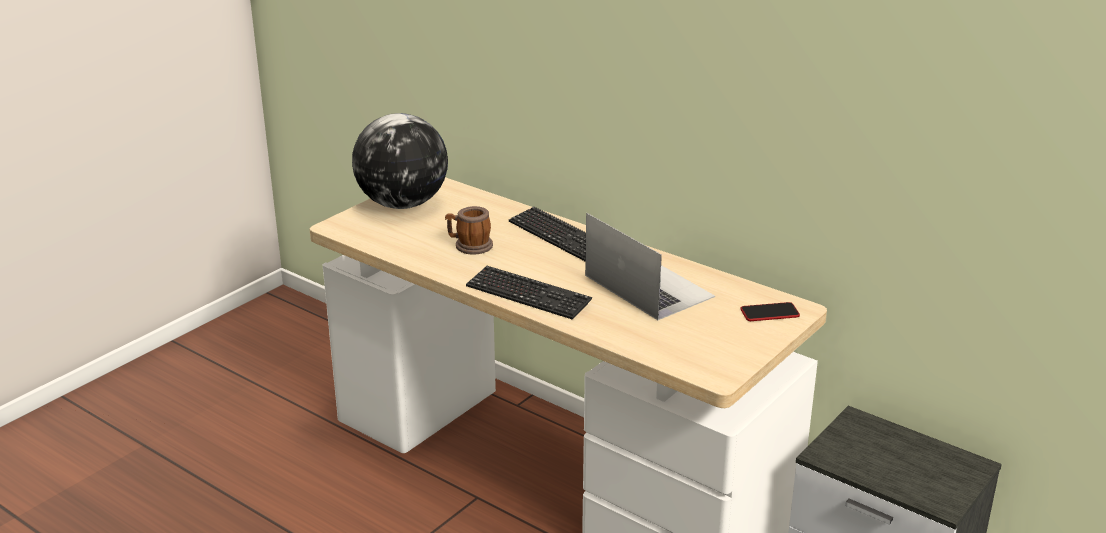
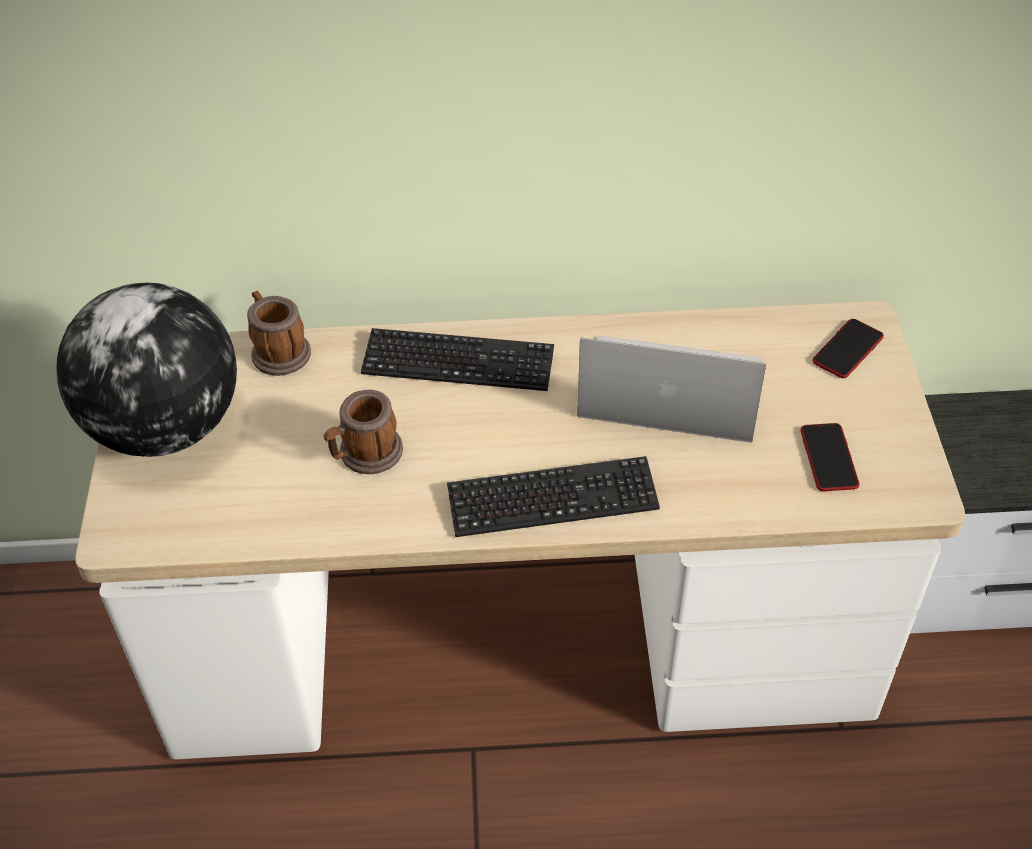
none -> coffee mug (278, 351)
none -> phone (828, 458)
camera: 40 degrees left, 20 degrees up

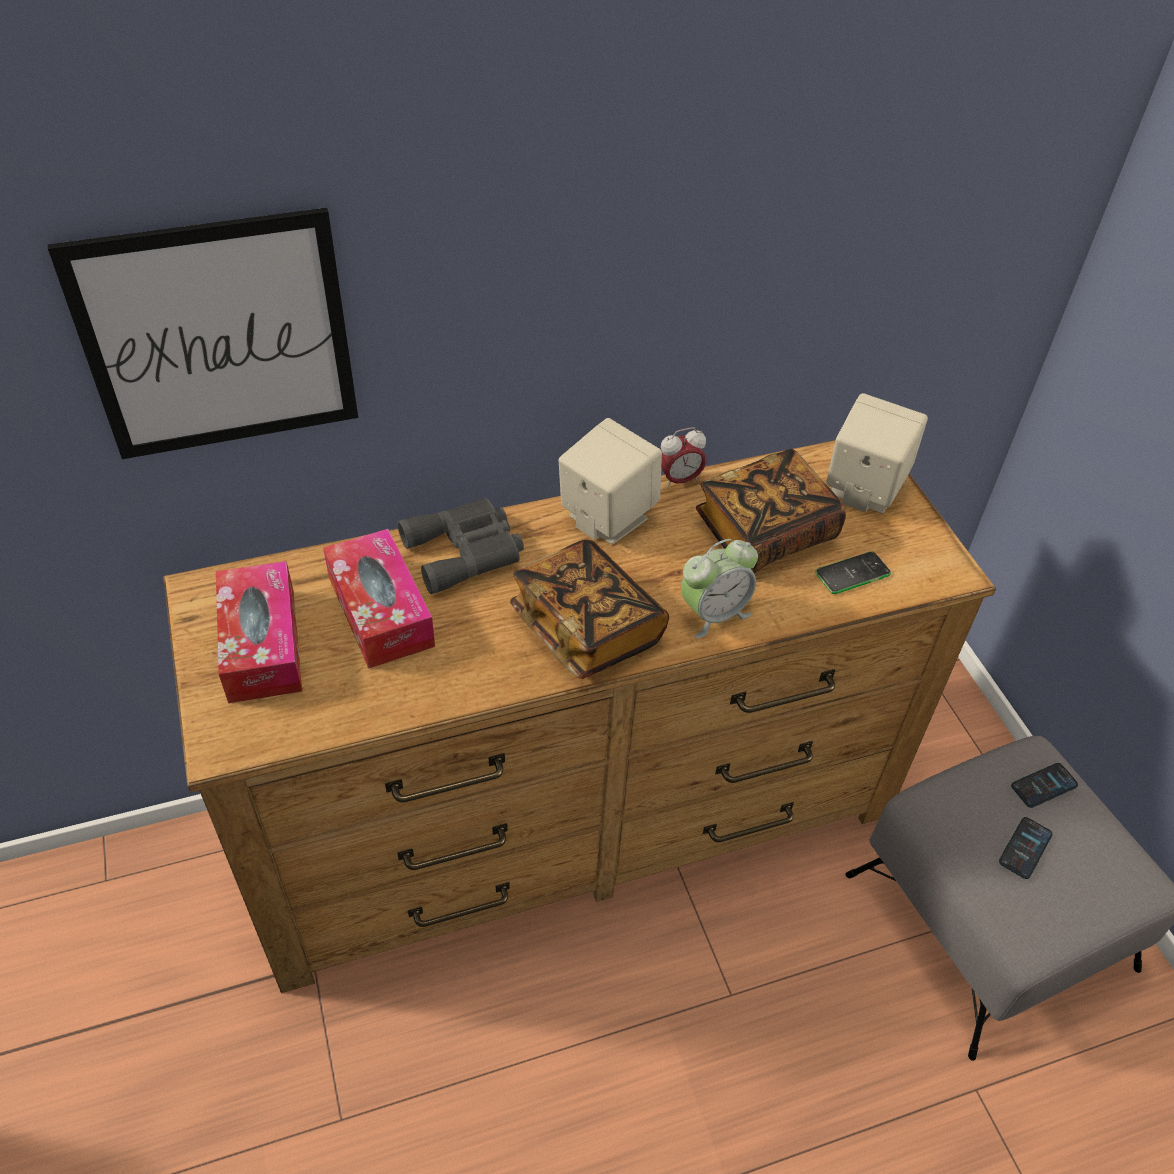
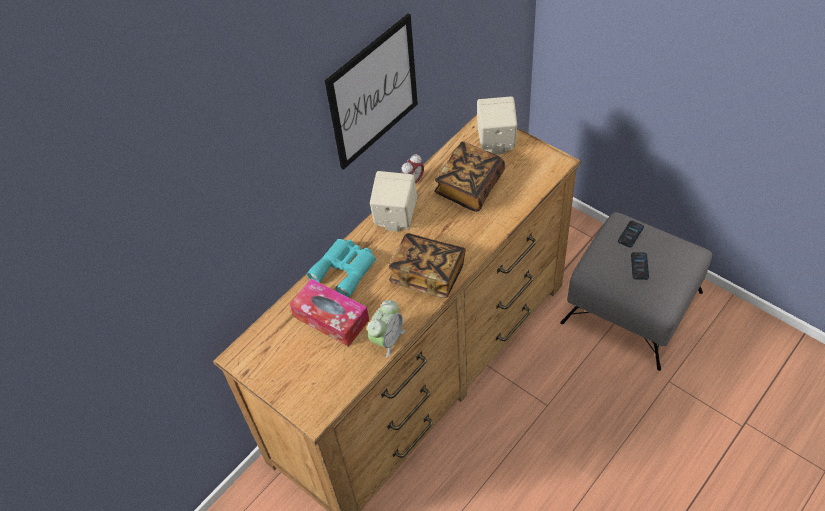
picture (218, 337) -> picture (373, 92), relocated
gray binoculars (467, 551) -> blue-green binoculars (345, 268)
alarm clock (713, 614) -> alarm clock (387, 339), relocated
phone (852, 573) -> none
tissue box (262, 644) -> none
camera: 25 degrees left, 5 degrees up

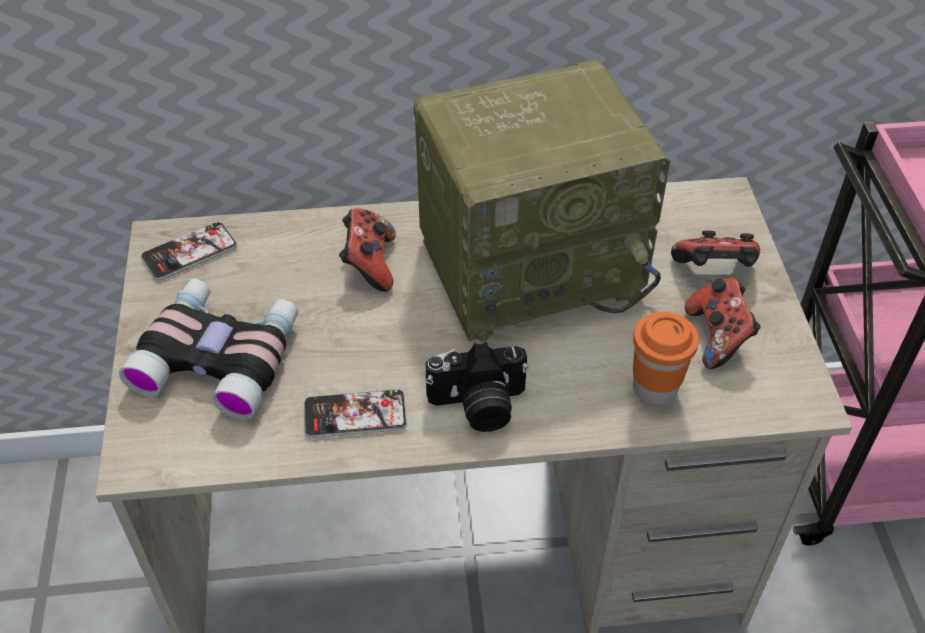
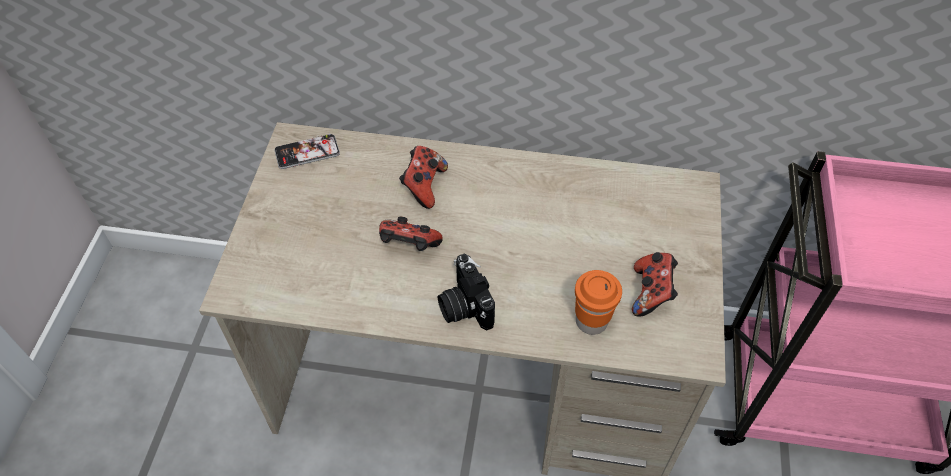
radio set (532, 264) -> none
joypad (714, 271) -> joypad (409, 247), relocated
binoculars (220, 356) -> none
photo camera (478, 406) -> photo camera (464, 306), 60 degrees clockwise
phone (355, 415) -> none
camera: 15 degrees right, 5 degrees up

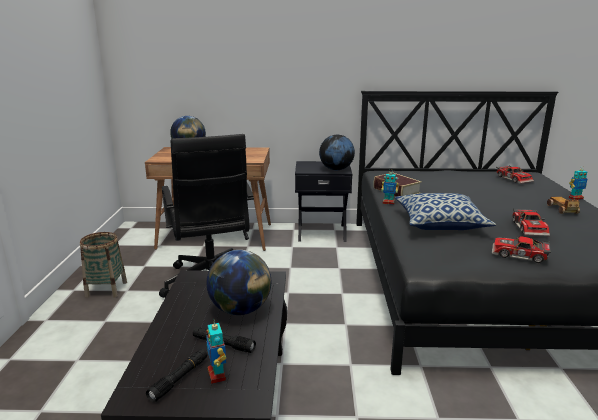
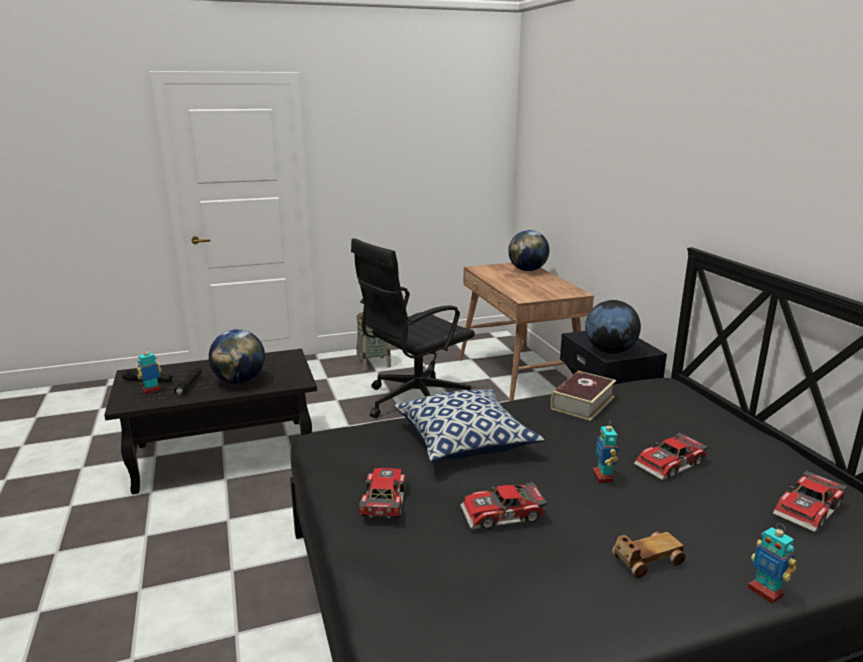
robot figure (388, 202) -> robot figure (603, 477), relocated
none -> model car (671, 465)
camera: 70 degrees right, 0 degrees up

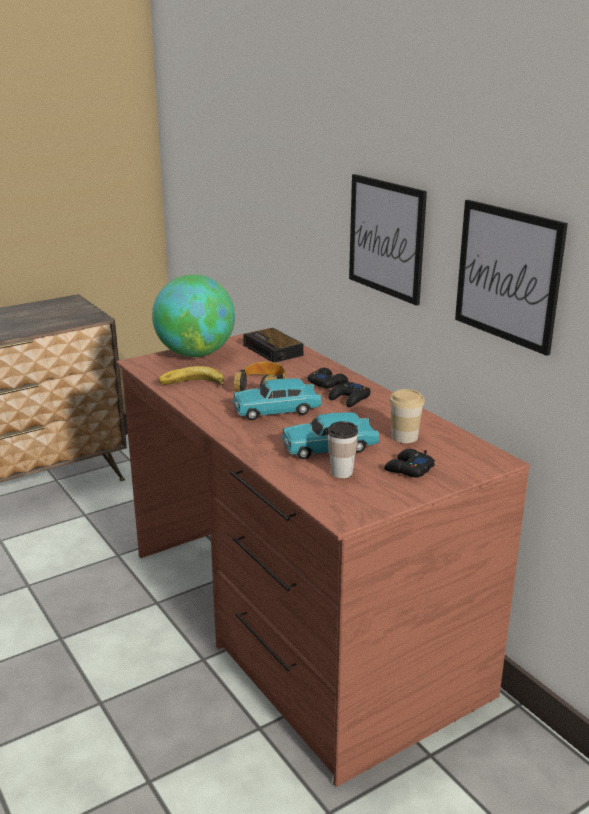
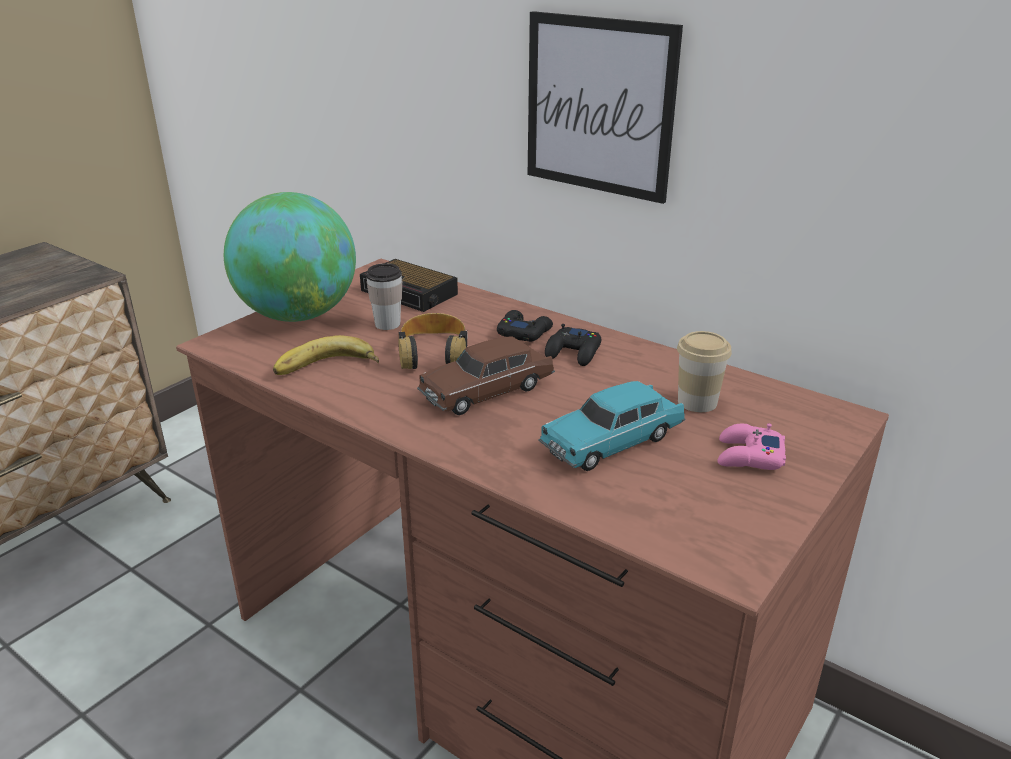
picture (508, 275) -> none
blue-green model car (277, 411) -> brown model car (487, 392)
cup (341, 472) -> cup (387, 324), relocated
blackish joypad (408, 469) -> pinkish joypad (749, 456)
camera: 20 degrees left, 5 degrees up

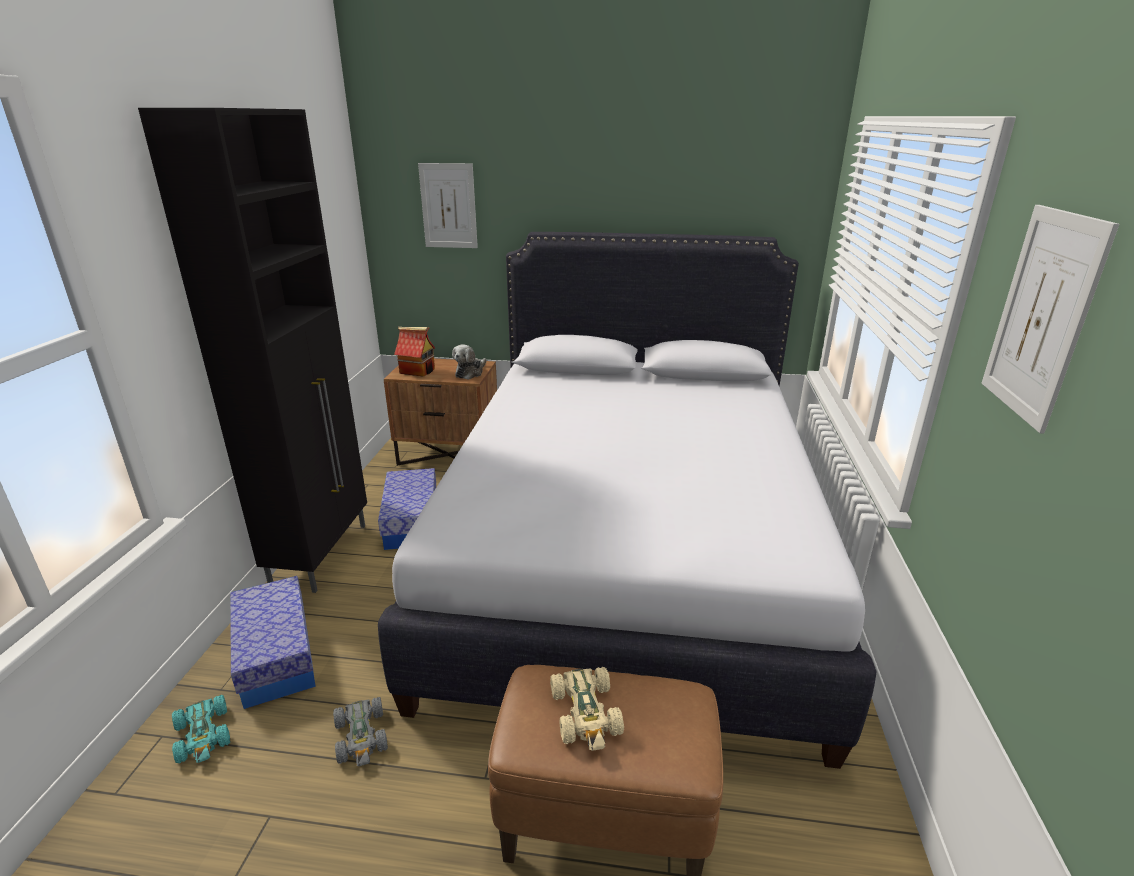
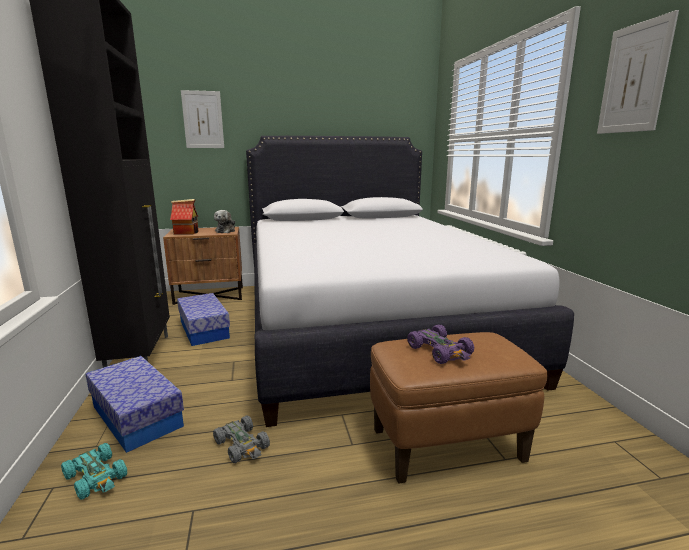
beige-coloured model car (586, 713) -> purplish model car (440, 351)
camera: 20 degrees left, 10 degrees down

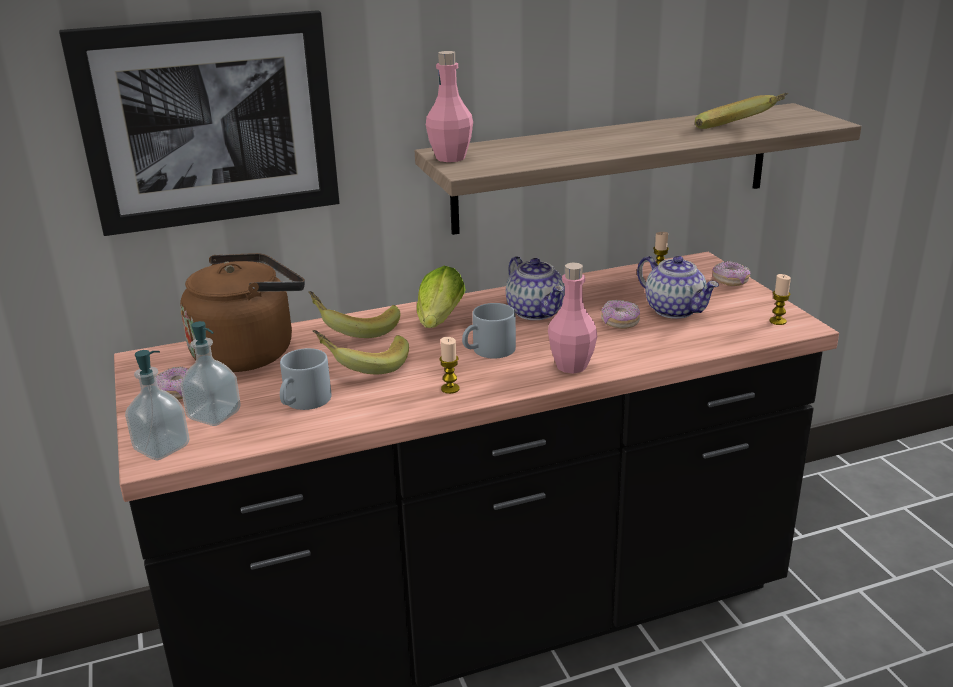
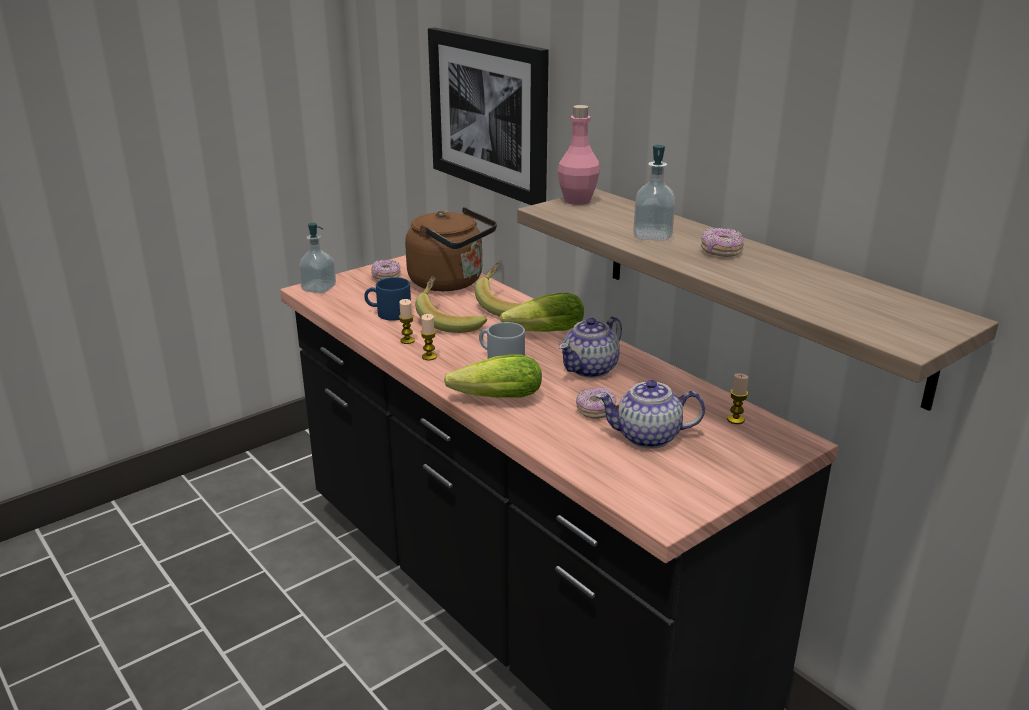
banana (740, 131) -> none
tea pot (675, 310) -> tea pot (647, 437), 60 degrees clockwise
doughnut (730, 281) -> doughnut (721, 252), relocated
pinkish drink bottle (571, 366) -> lettuce (492, 398)
wax candle (777, 321) -> wax candle (407, 340), relocated
soap bottle (214, 415) -> soap bottle (652, 235), relocated
gray coffee mug (304, 402) -> blue-coloured coffee mug (388, 313)
camera: 70 degrees right, 0 degrees up

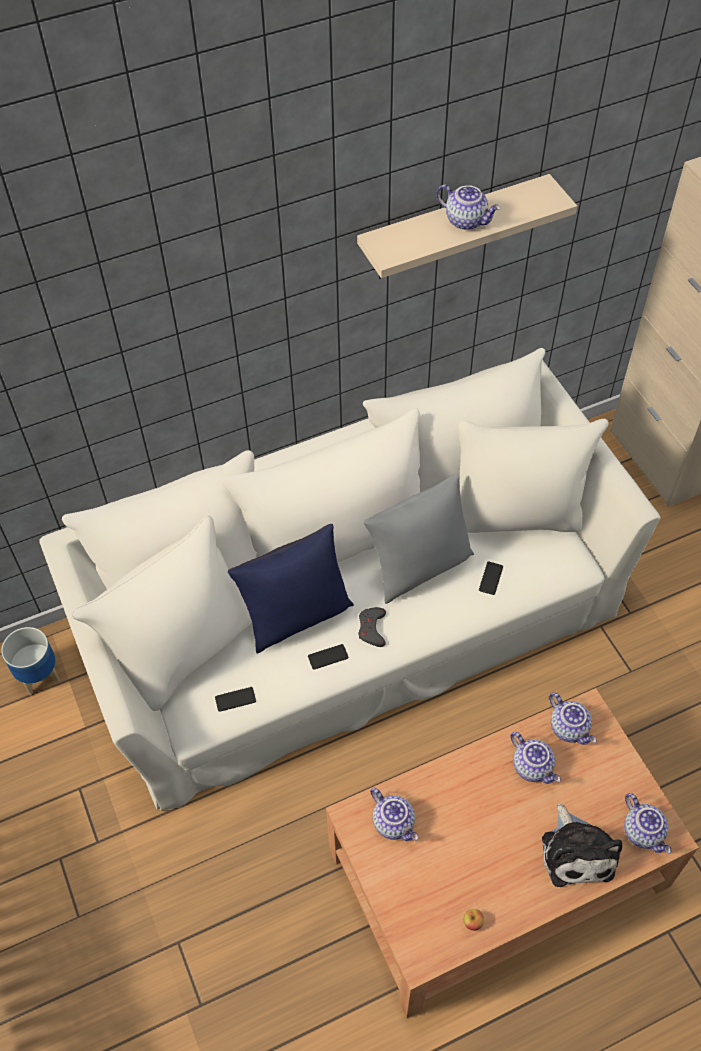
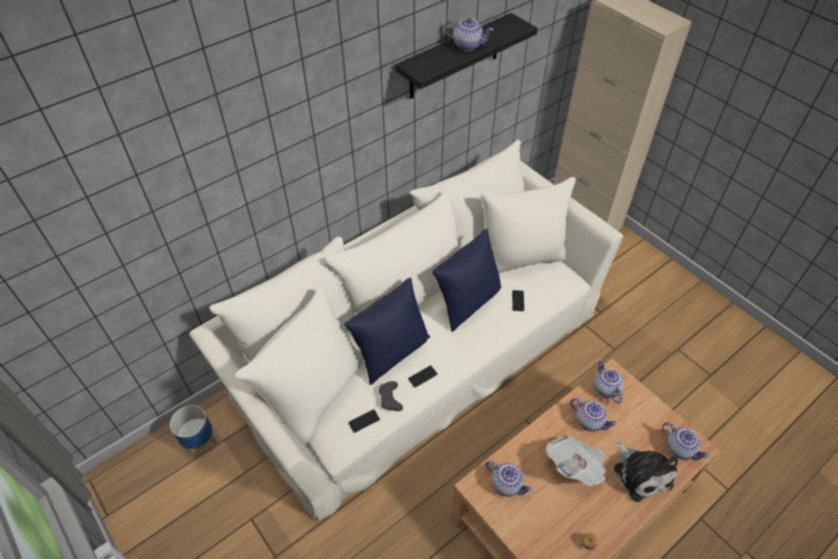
beige-coloured wall shelf (453, 229) -> blackish wall shelf (454, 57)
gray pillow (419, 567) -> blue-coloured pillow (467, 303)
gray joypad (372, 629) -> gray joypad (390, 398), relocated
tea pot (570, 728) -> tea pot (605, 388), 150 degrees counterclockwise
none -> printed paper (576, 466)
camera: 15 degrees left, 5 degrees down

